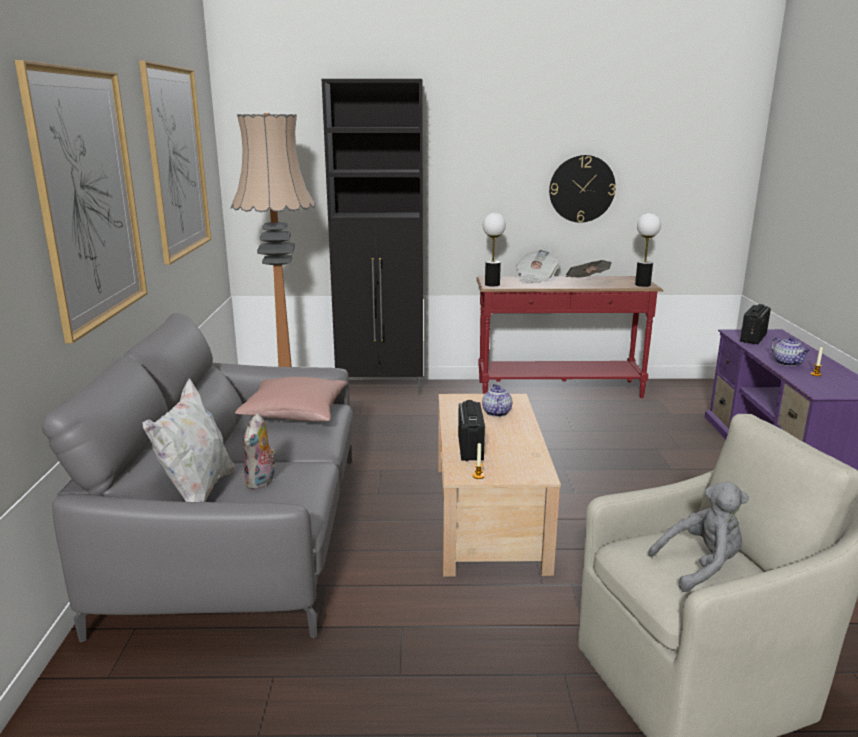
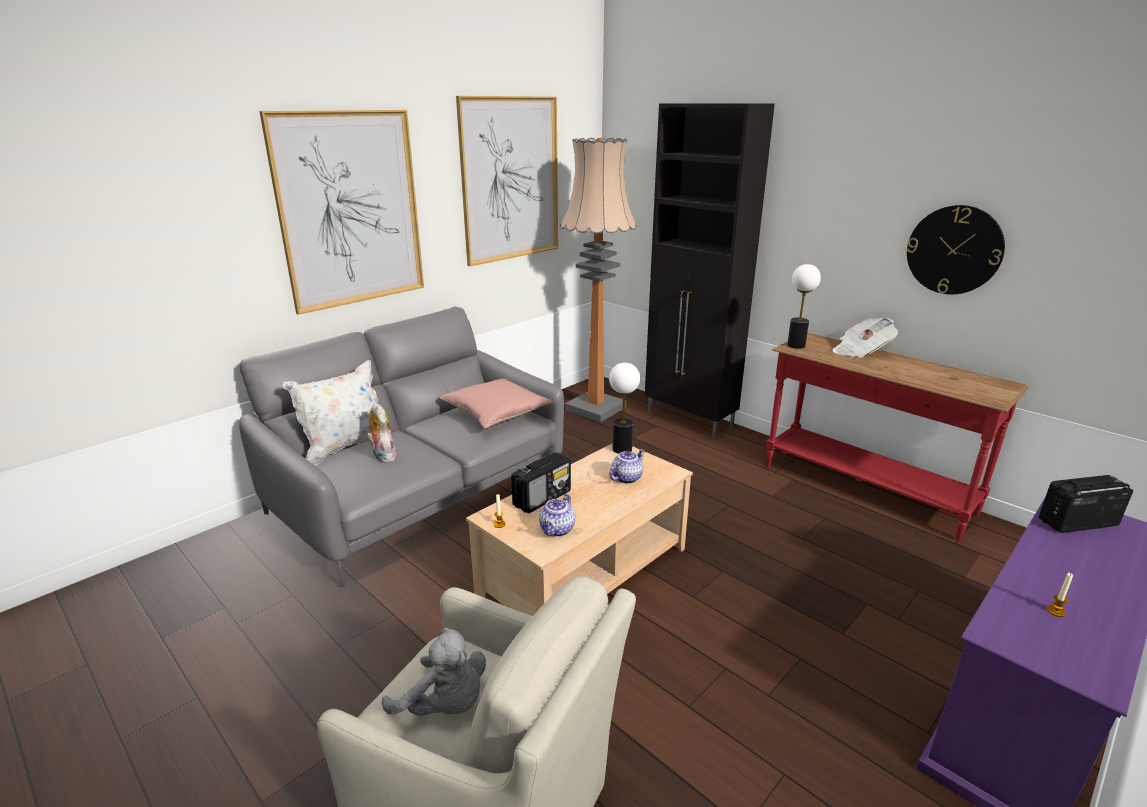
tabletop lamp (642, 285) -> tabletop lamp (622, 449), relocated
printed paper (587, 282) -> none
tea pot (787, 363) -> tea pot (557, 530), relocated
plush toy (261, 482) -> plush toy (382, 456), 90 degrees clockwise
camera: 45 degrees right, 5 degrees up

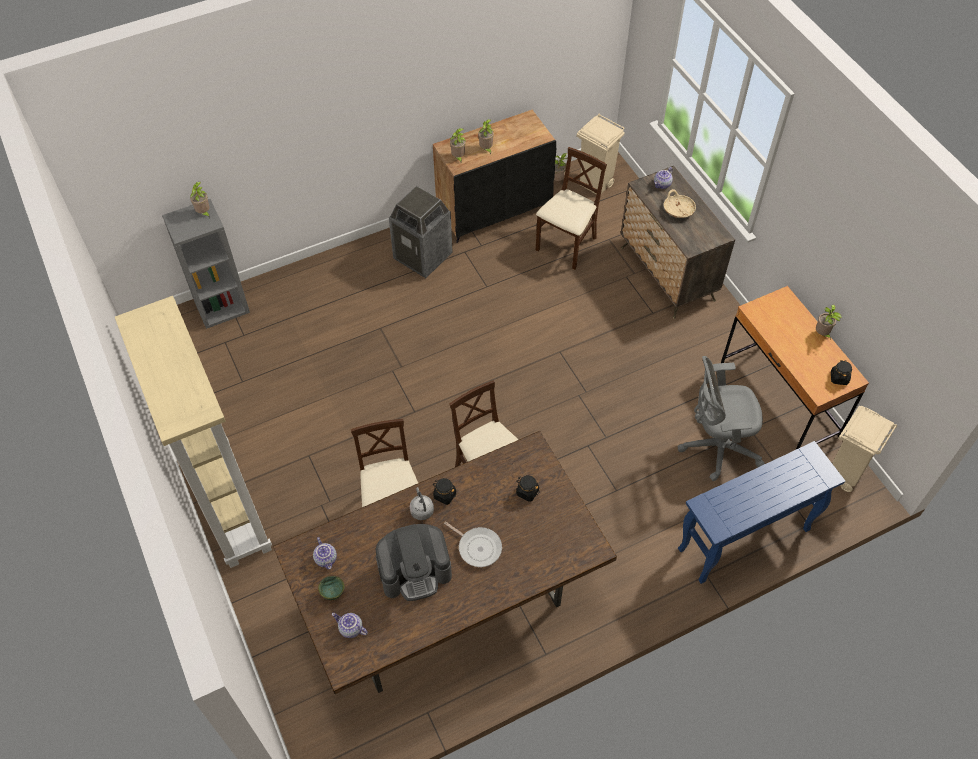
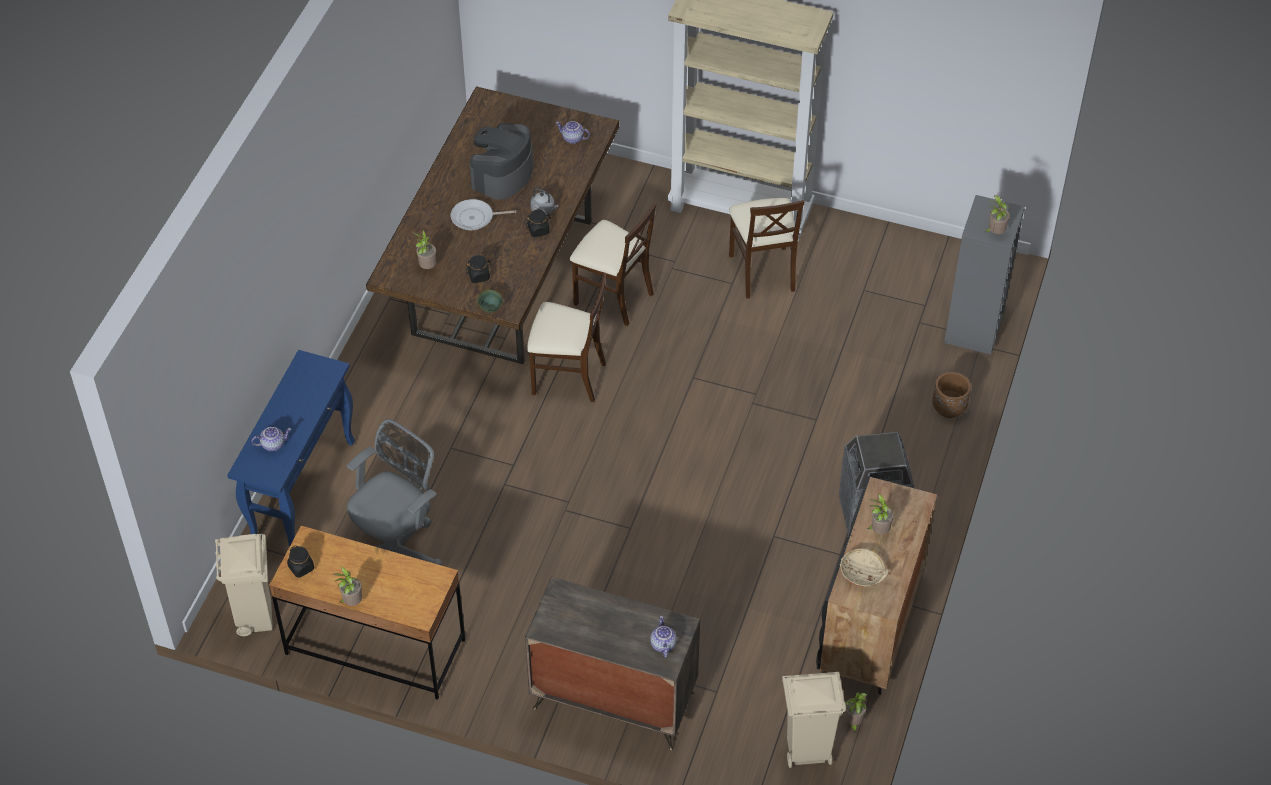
houseplant (458, 157) -> houseplant (427, 267), relocated
beige-coloured chair (567, 245) -> beige-coloured chair (763, 271), relocated
beige-coloured deep dish (678, 210) -> beige-coloured deep dish (863, 573), relocated
green deep dish (332, 593) -> green deep dish (490, 308), relocated
tea pot (350, 629) -> tea pot (273, 444), relocated
none -> brown plant pot (949, 408)
camera: 135 degrees right, 5 degrees down

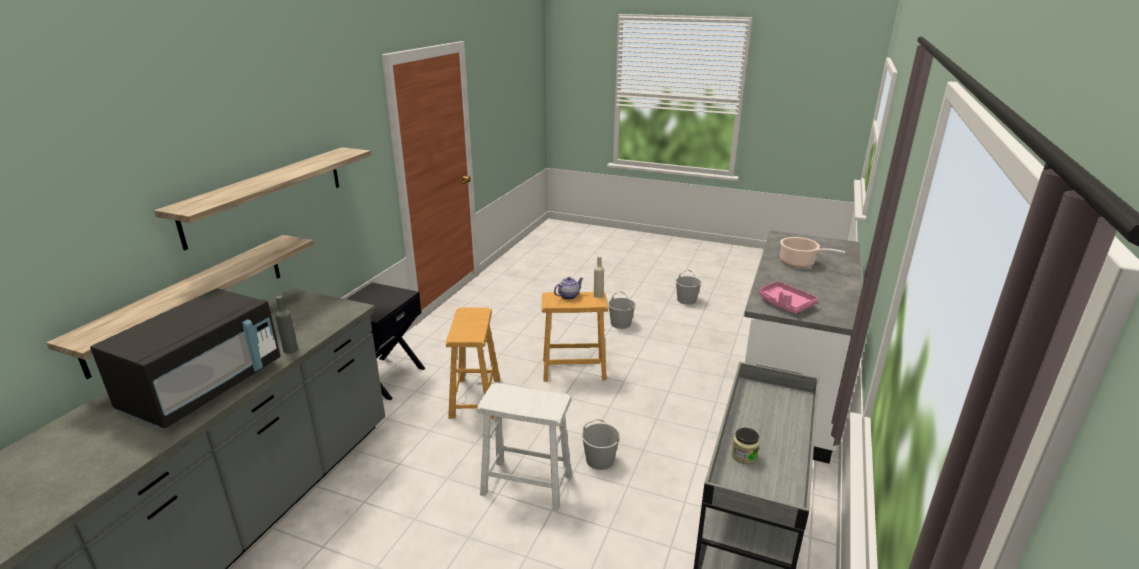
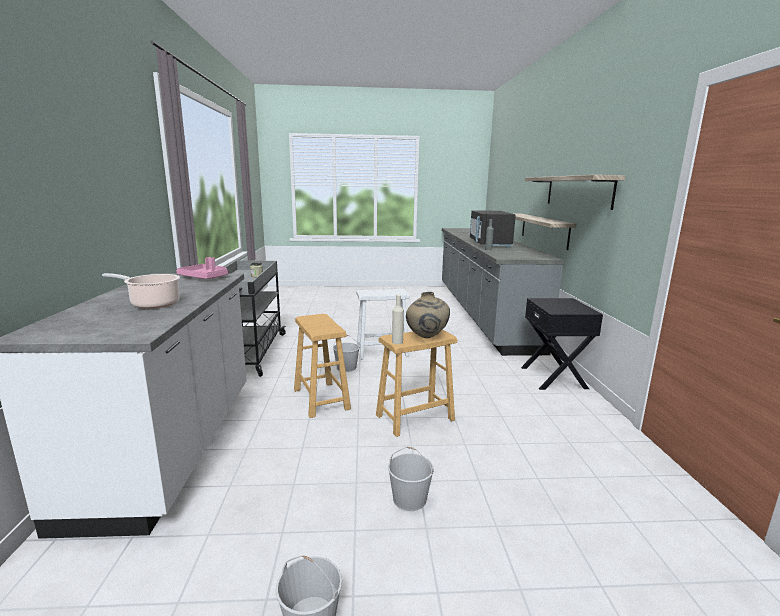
tea pot (569, 296) -> beige-coloured vase (426, 338)
brown sitting stool (475, 398) -> brown sitting stool (321, 399), relocated
camera: 155 degrees right, 10 degrees down

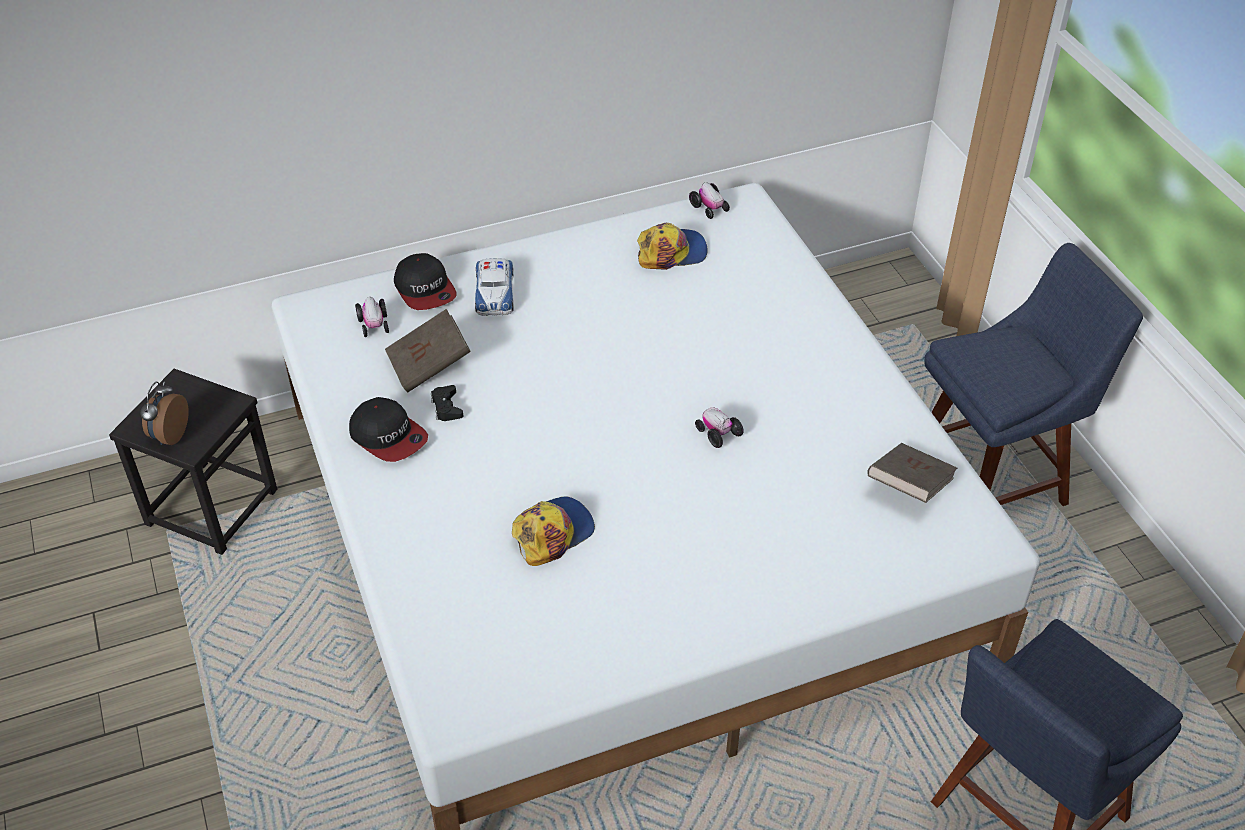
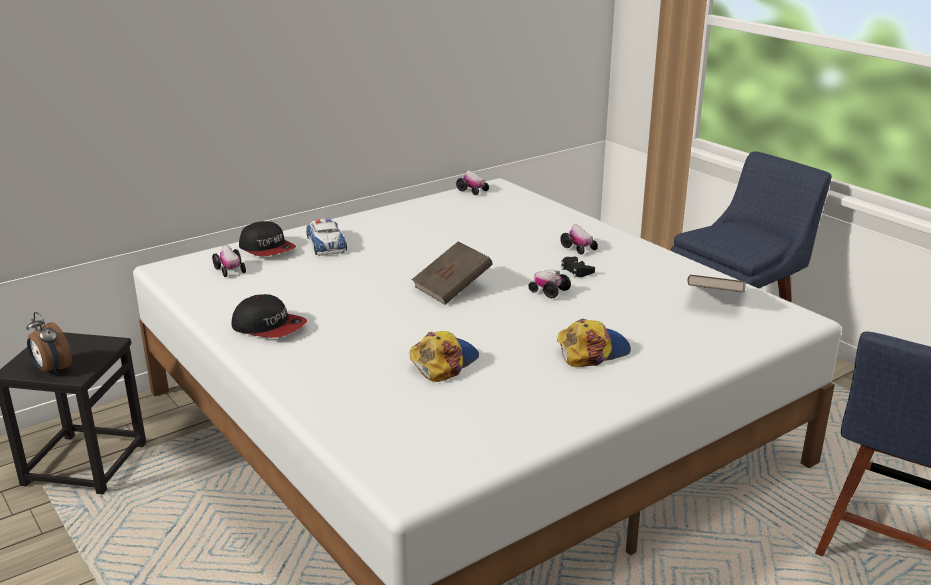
peaked cap (671, 252) -> peaked cap (592, 350), relocated
brown volume (429, 366) -> brown volume (452, 288), relocated
alarm clock (169, 435) -> alarm clock (52, 369), 45 degrees counterclockwise
blackish joypad (446, 407) -> blackish joypad (576, 271), relocated
none -> model car (579, 248)
camera: 15 degrees left, 20 degrees down

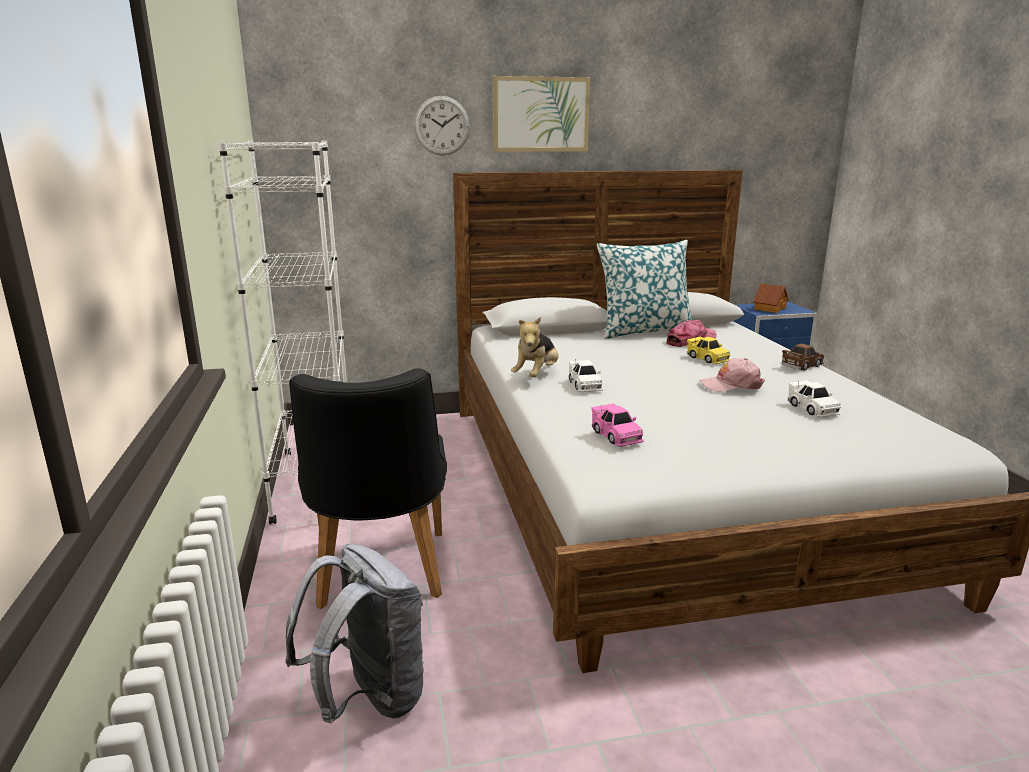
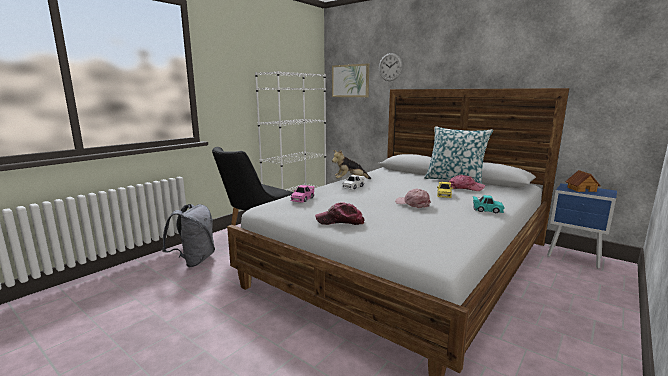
picture (540, 114) -> picture (350, 81), relocated
brown model car (802, 365) -> blue-green model car (487, 210)
white model car (812, 409) -> none
none -> peaked cap (340, 221)
camera: 50 degrees right, 5 degrees down

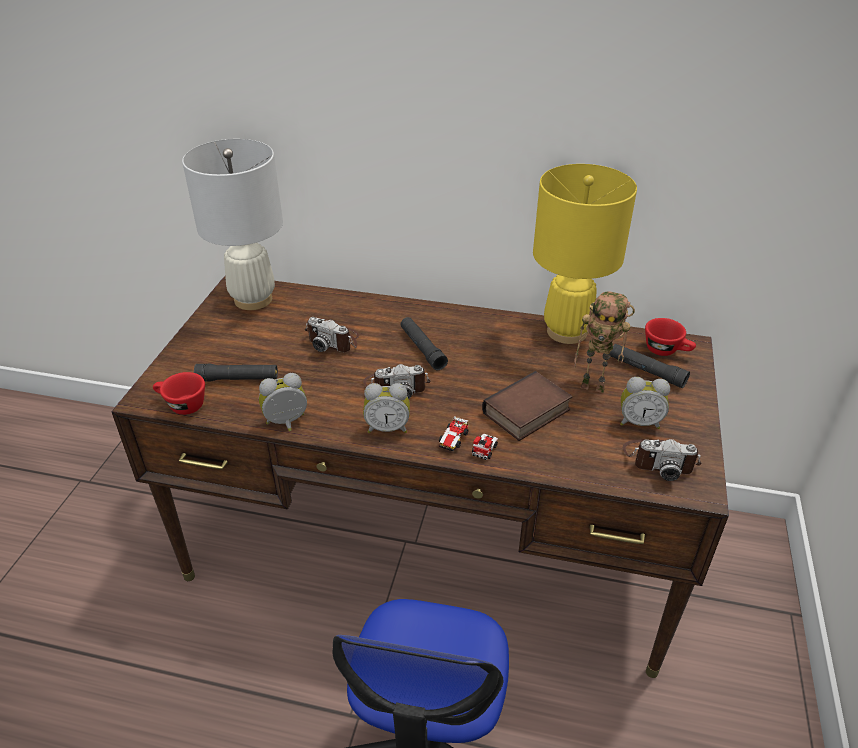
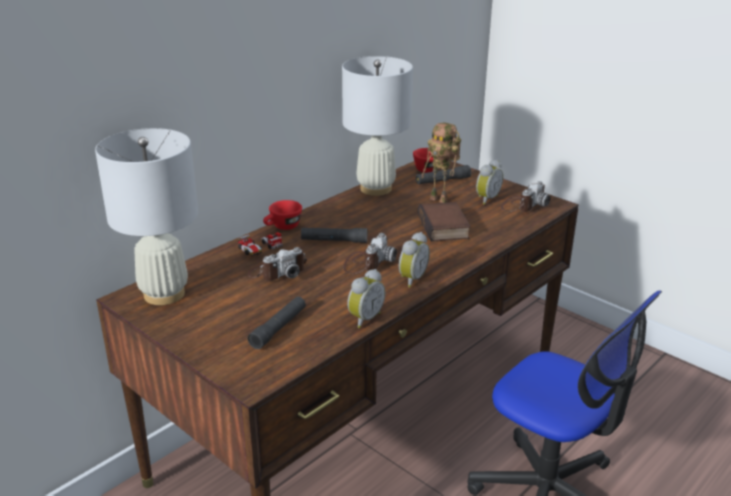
yellow tabletop lamp (566, 332) -> white tabletop lamp (376, 189)
robot figure (594, 386) -> robot figure (440, 199), 75 degrees clockwise
reddish cup (181, 405) -> reddish cup (282, 227), relocated
alarm clock (287, 423) -> alarm clock (364, 318), 150 degrees counterclockwise
model car (468, 445) -> model car (261, 249), relocated
camera: 60 degrees left, 10 degrees down

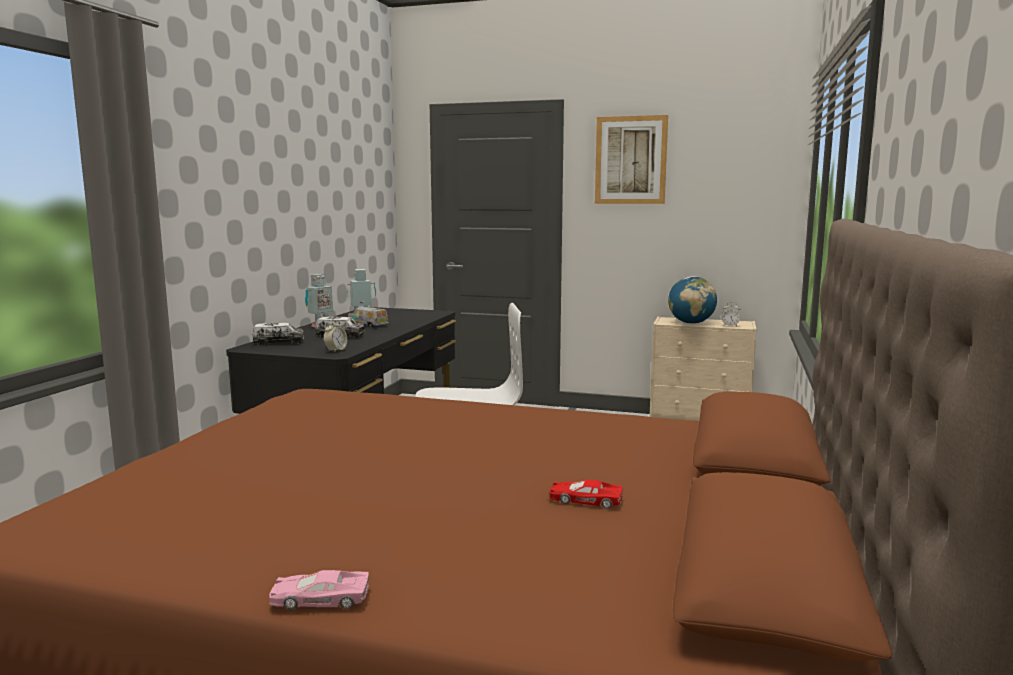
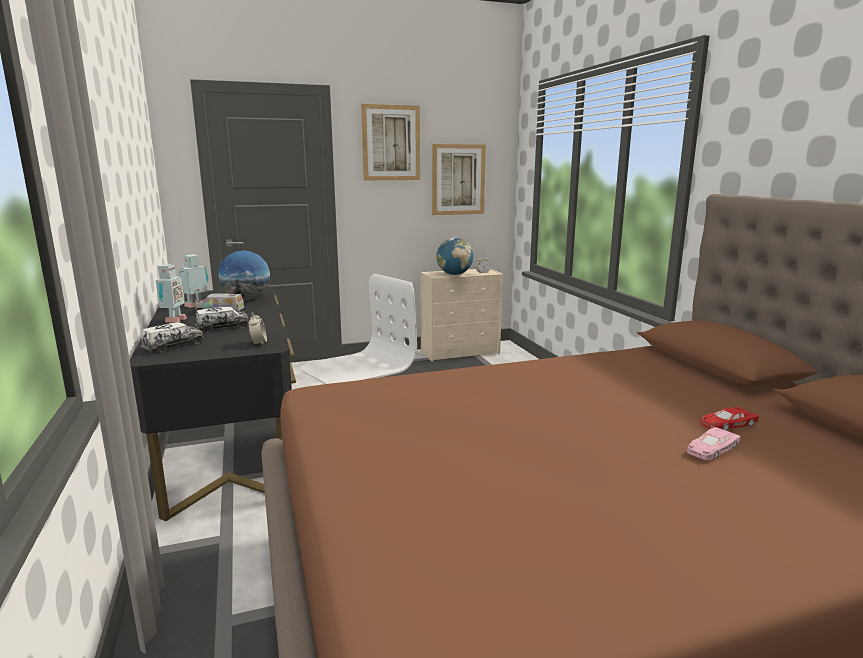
pinkish model car (320, 598) -> pinkish model car (710, 449), relocated
none -> picture (458, 179)
none -> desk globe (246, 299)
camera: 35 degrees left, 5 degrees up

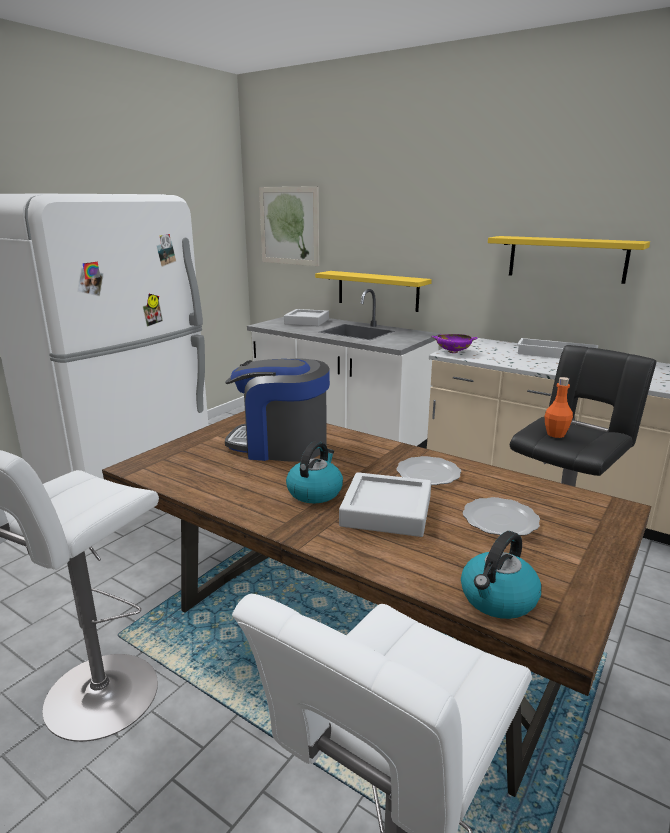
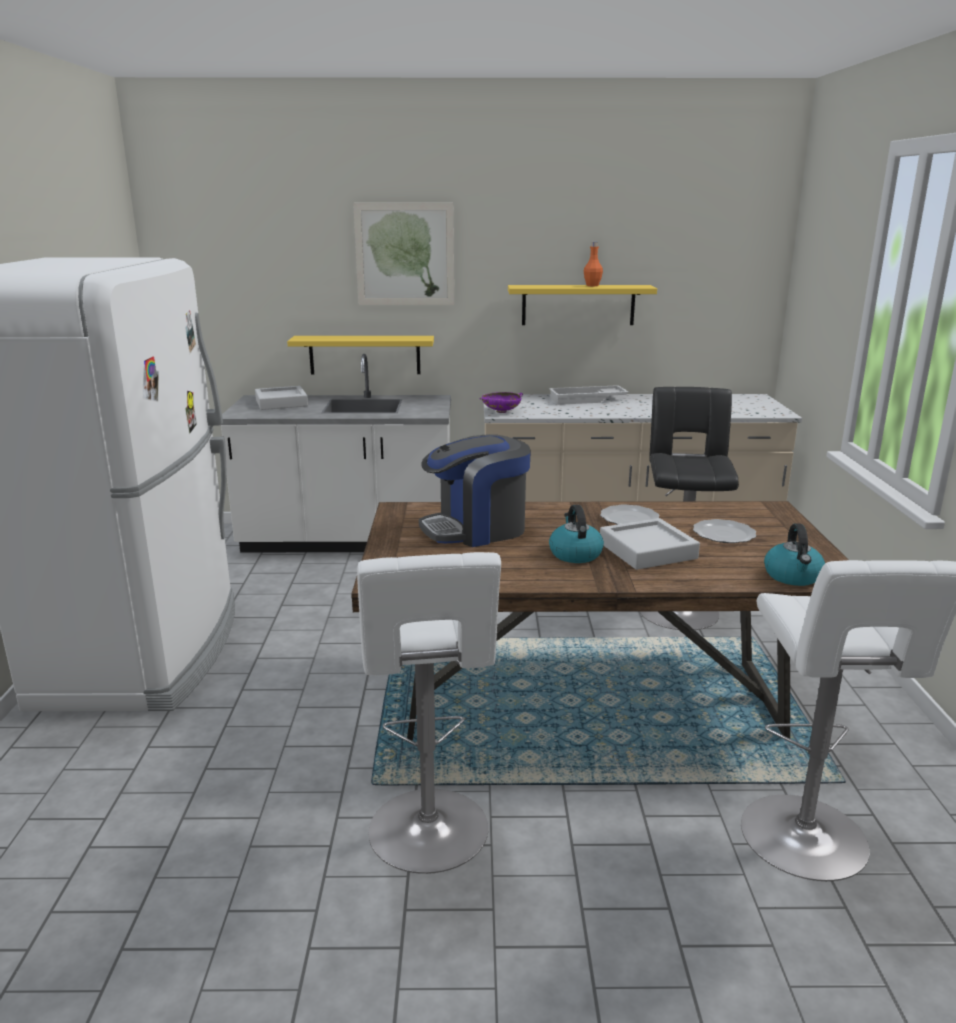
picture (289, 226) -> picture (405, 254), relocated
orange drink bottle (555, 434) -> orange drink bottle (592, 285), relocated
camera: 35 degrees left, 0 degrees up

